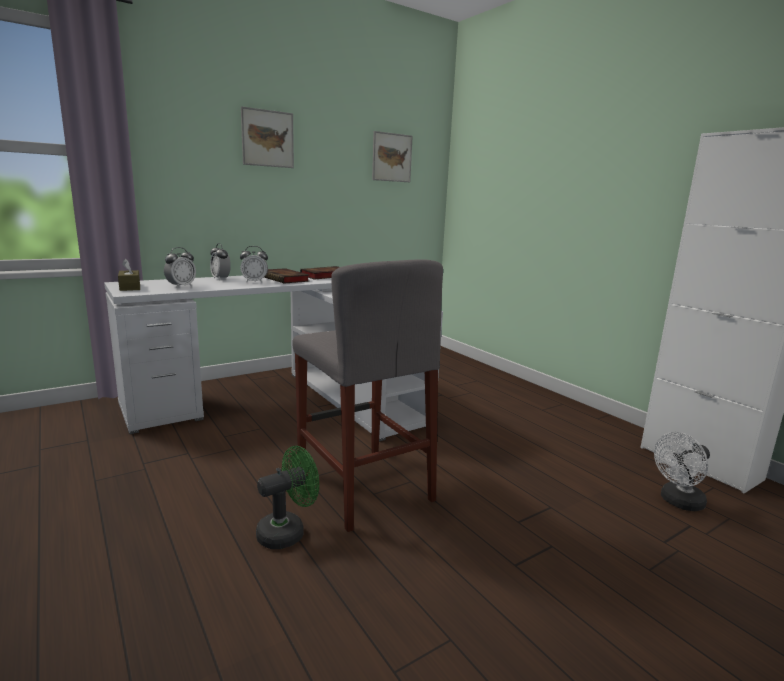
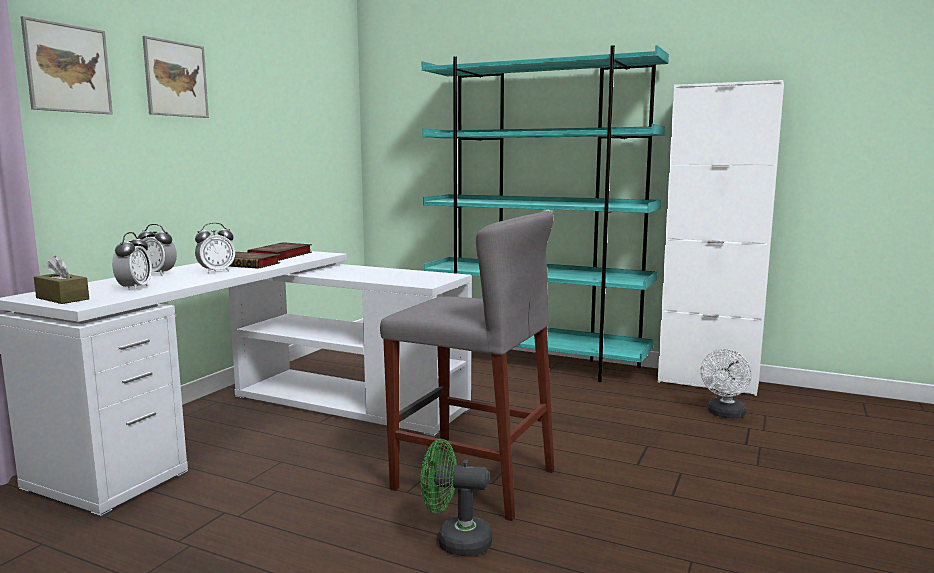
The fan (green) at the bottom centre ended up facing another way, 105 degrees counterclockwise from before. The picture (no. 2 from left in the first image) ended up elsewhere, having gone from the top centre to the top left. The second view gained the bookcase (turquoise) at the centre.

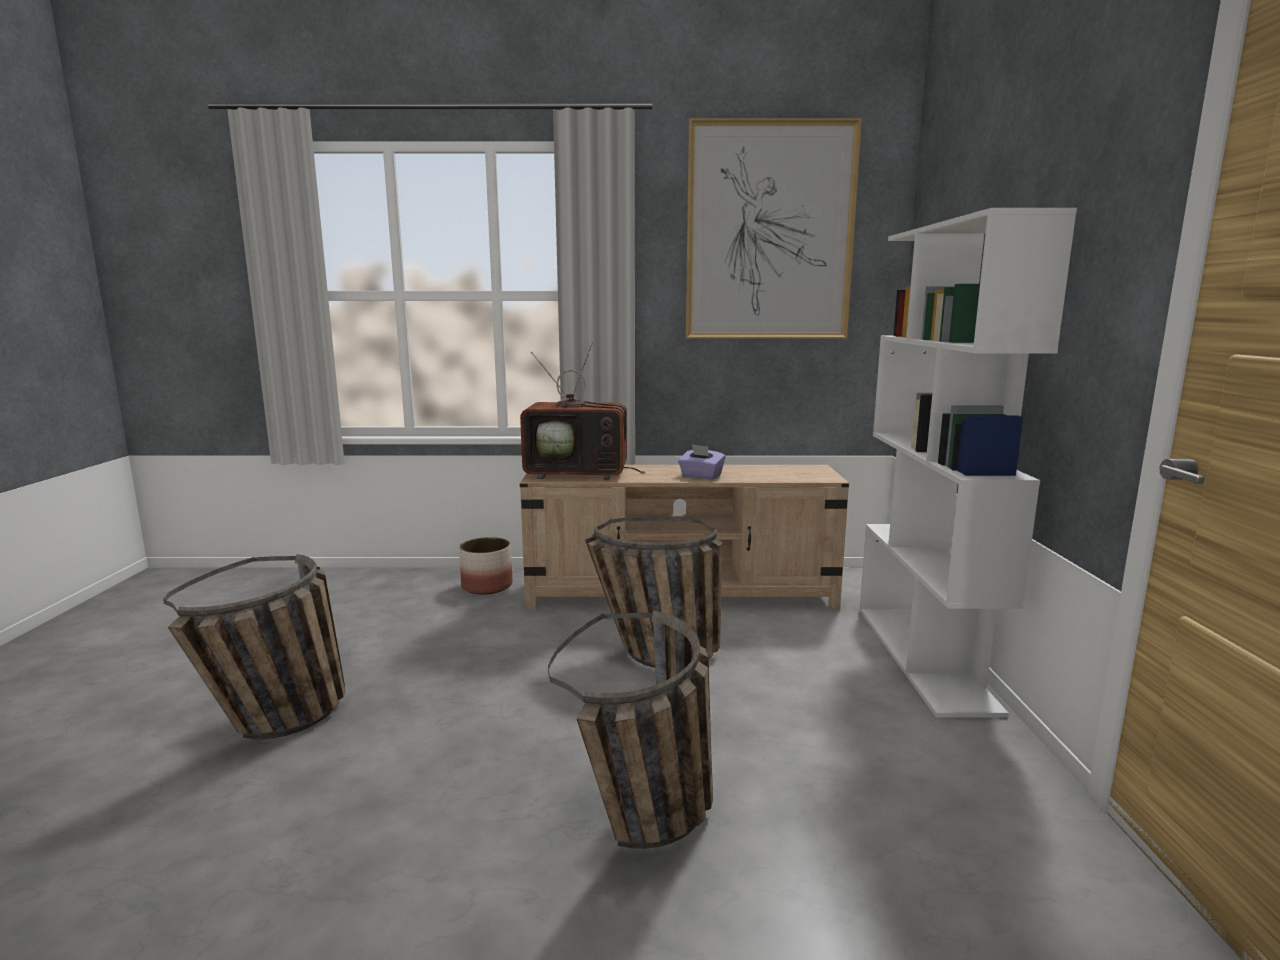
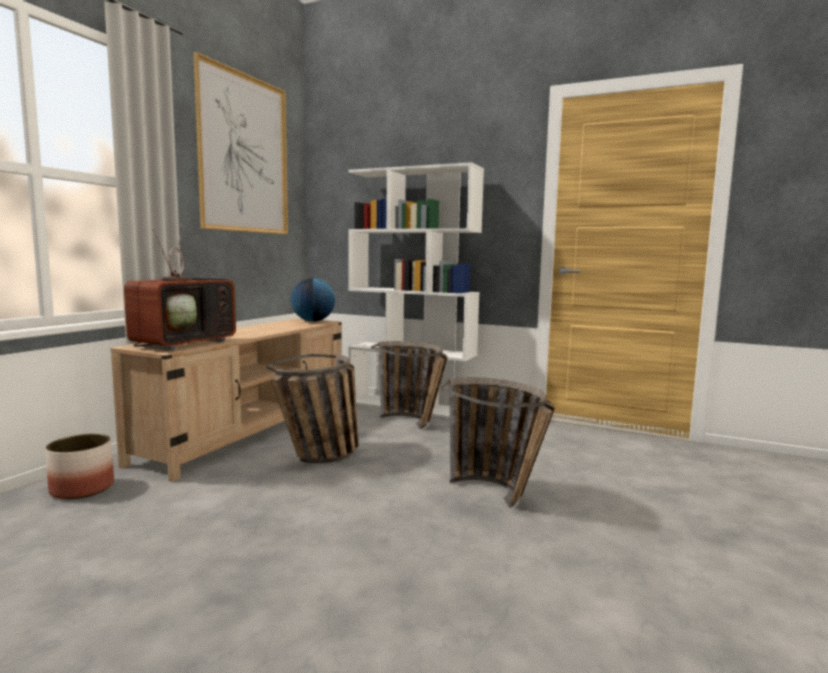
The basket (no. 1 from left in the first image) ended up elsewhere, having gone from the bottom left to the centre. The second view lost the tissue box (purple) at the centre. The second view gained the globe at the centre.

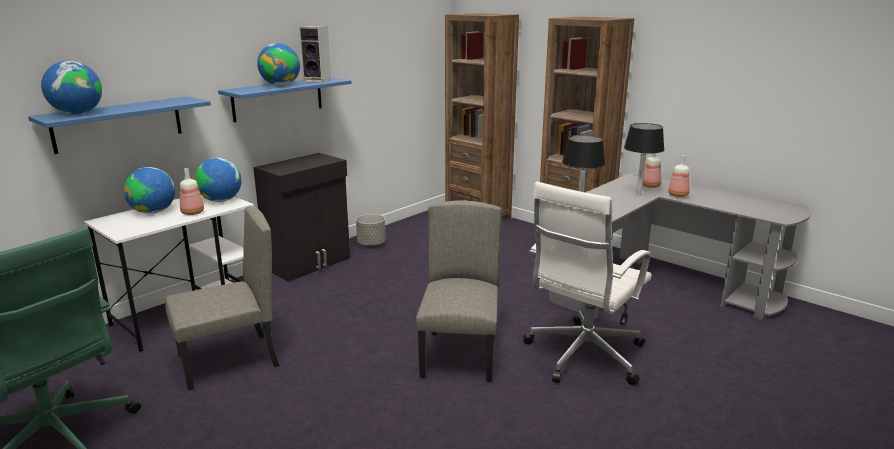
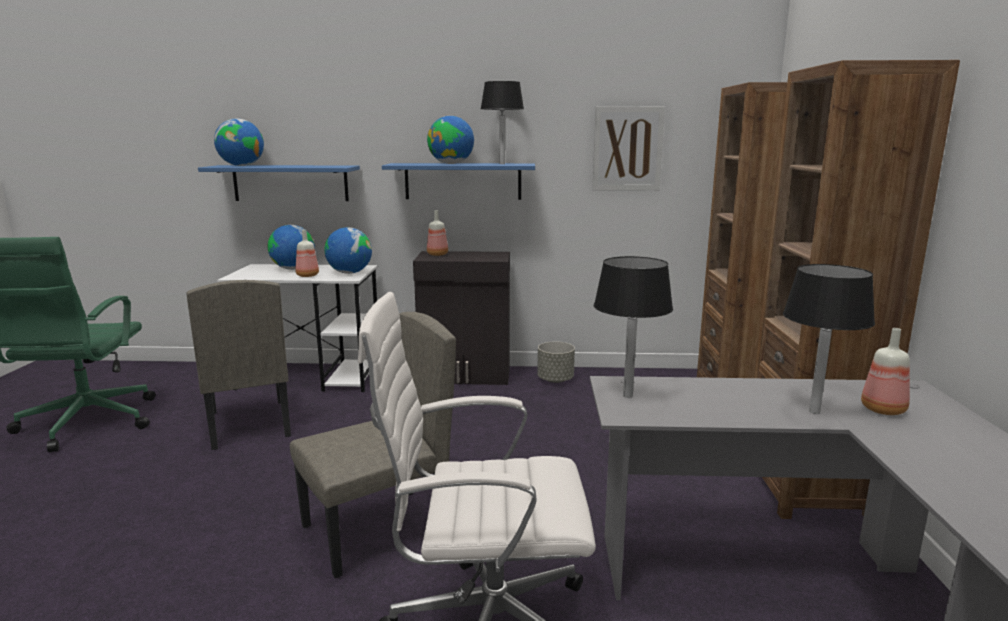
The chair (beige) (no. 1 from left) at the middle left ended up facing another way, 45 degrees clockwise from before. Where the speaker stood at the top centre, the table lamp (black) (no. 1 from left) came to stand at the top centre. The bottle (no. 3 from left in the first image) ended up elsewhere, having gone from the middle right to the centre. The second view gained the picture at the top centre.

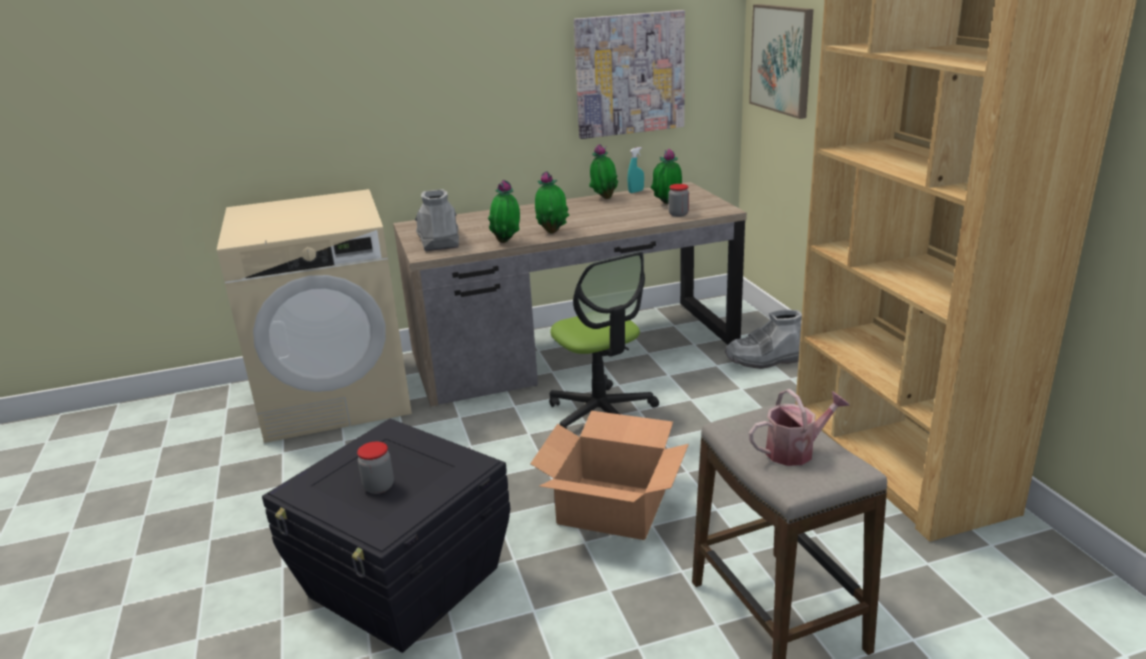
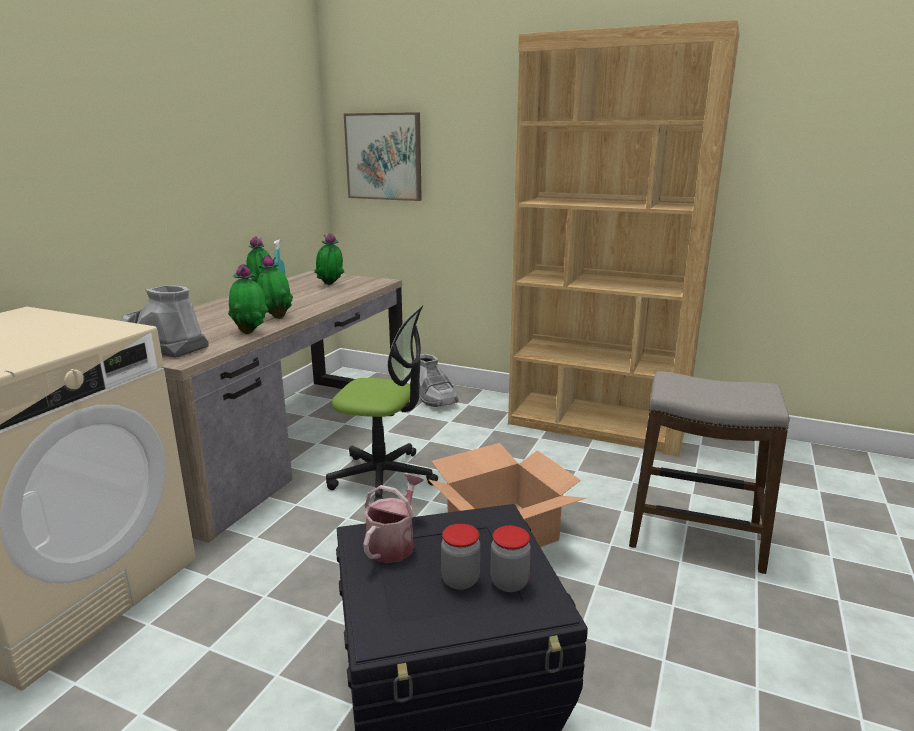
The second view lost the picture (no. 1 from left) at the top centre. The jar (no. 2 from left) ended up elsewhere, having gone from the top centre to the bottom centre. The boot (grey) (no. 2 from left) at the centre ended up facing another way, 60 degrees counterclockwise from before. The watering can ended up elsewhere, having gone from the middle right to the bottom centre.

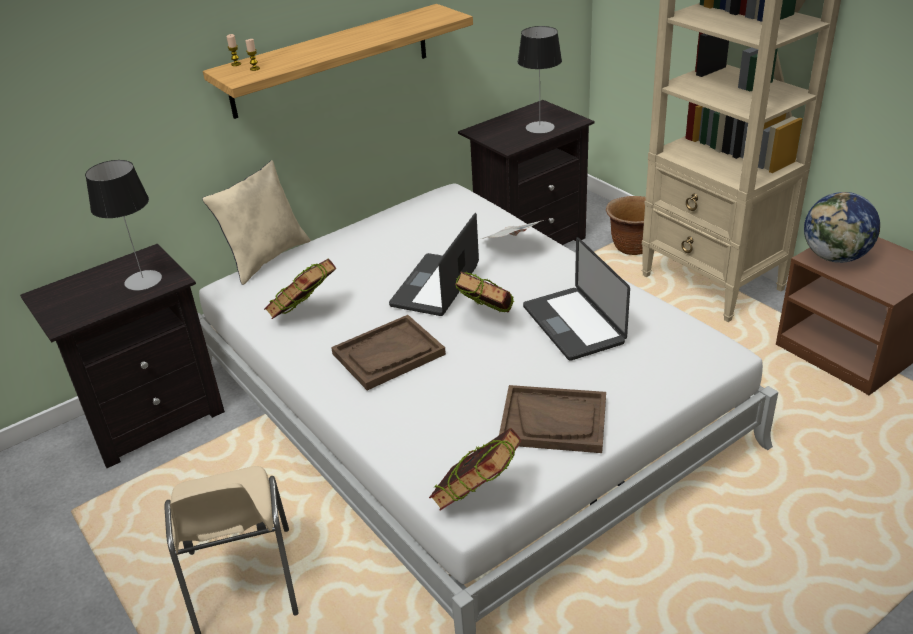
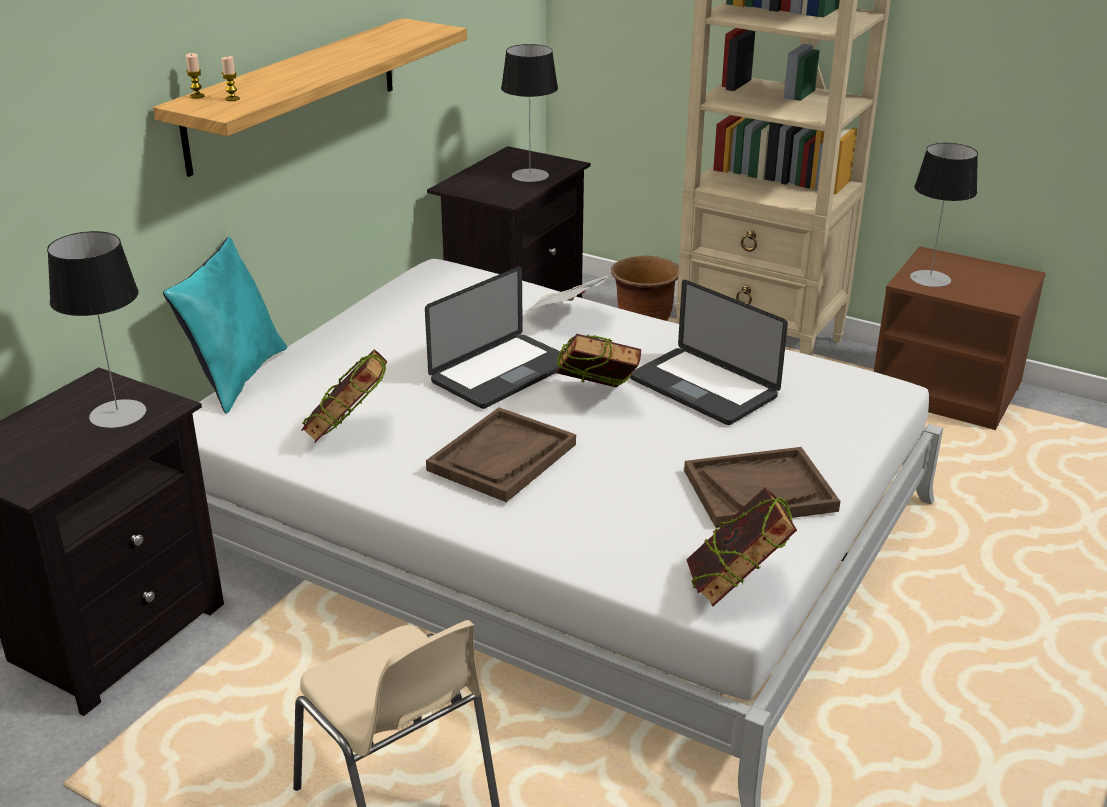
What was the pillow (beige) at the middle left turned into the pillow (turquoise) at the middle left. The laptop (no. 1 from left) at the centre ended up facing another way, 135 degrees counterclockwise from before. Where the globe stood at the middle right, the table lamp (no. 3 from left) came to stand at the top right.

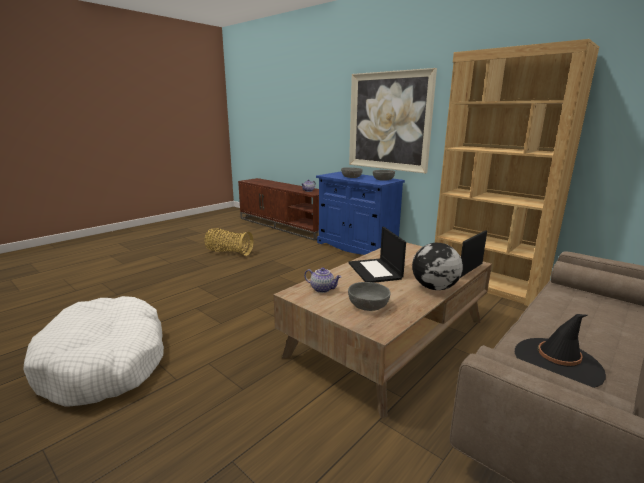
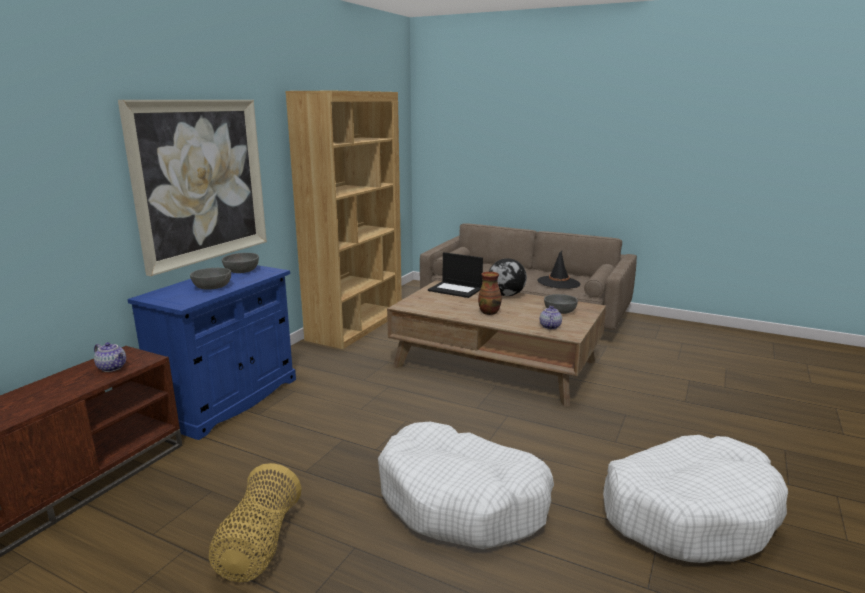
Where the laptop (no. 1 from left) stood at the centre, the vase came to stand at the centre. The second view gained the dog bed (white) (no. 1 from left) at the bottom centre.

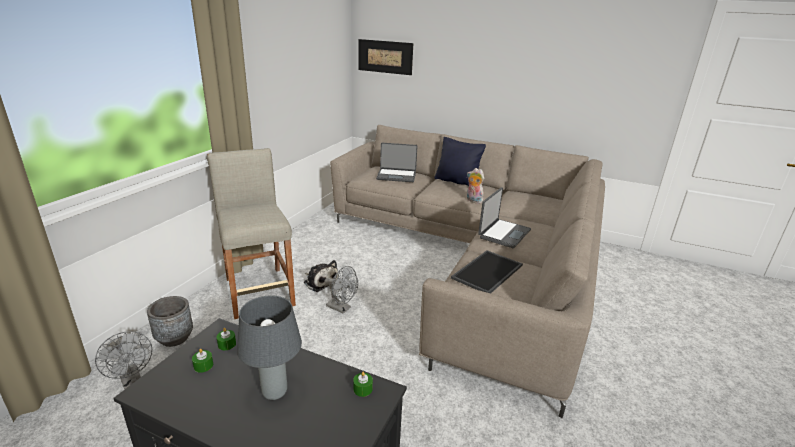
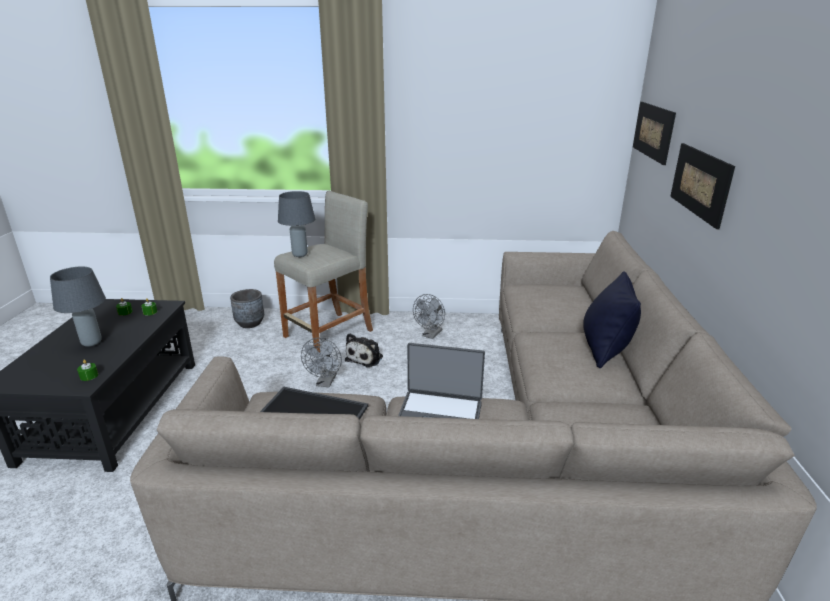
The fan (grey) (no. 1 from left in the first image) ended up elsewhere, having gone from the bottom left to the centre. The second view lost the laptop (no. 1 from left) at the centre. The second view lost the plush toy (no. 2 from left) at the centre. The second view gained the table lamp (grey) (no. 2 from left) at the centre. The second view gained the picture (no. 2 from left) at the top right.

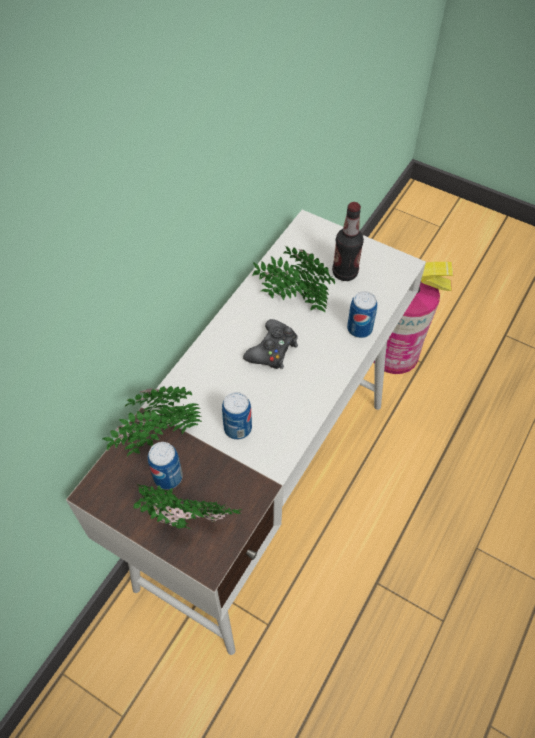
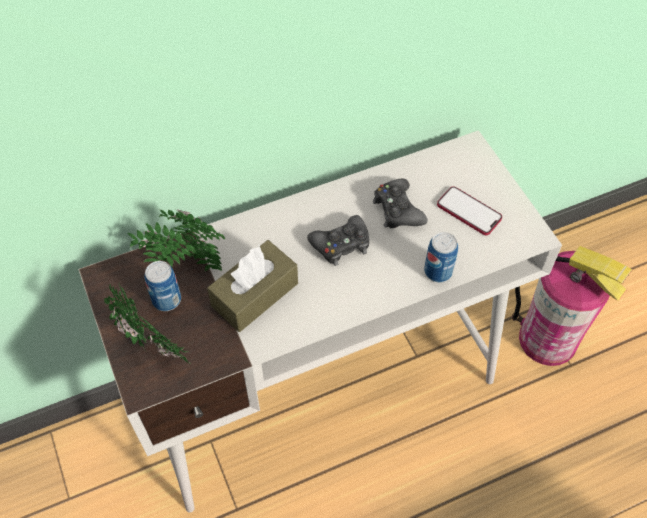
Where the can (no. 2 from left) stood at the centre, the tissue box (brown) came to stand at the centre. Where the potted plant (no. 3 from left) stood at the centre, the game controller (black) (no. 2 from left) came to stand at the centre. Where the bottle stood at the top centre, the phone came to stand at the middle right.

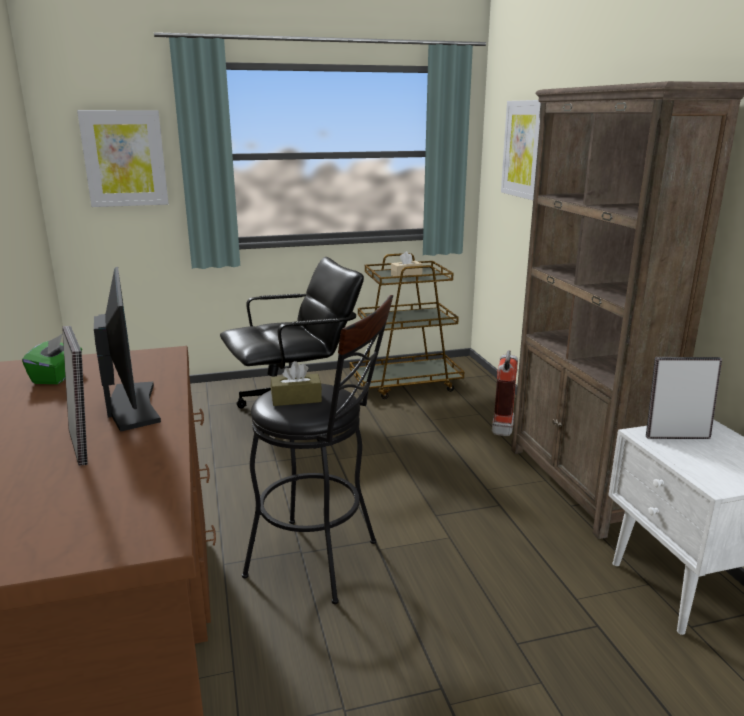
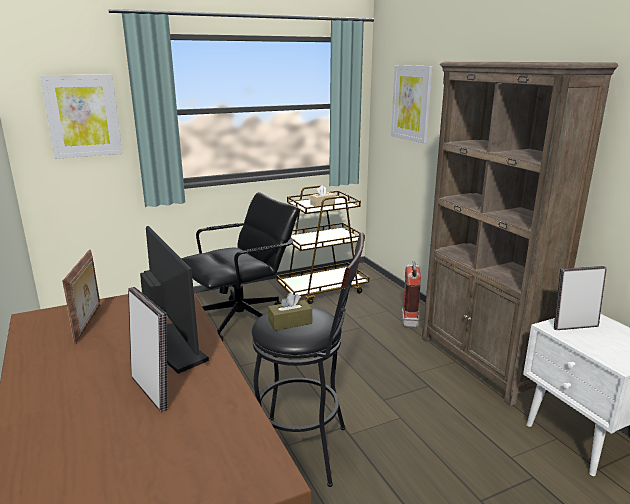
Where the tissue box (green) stood at the middle left, the picture frame (no. 1 from left) came to stand at the middle left.

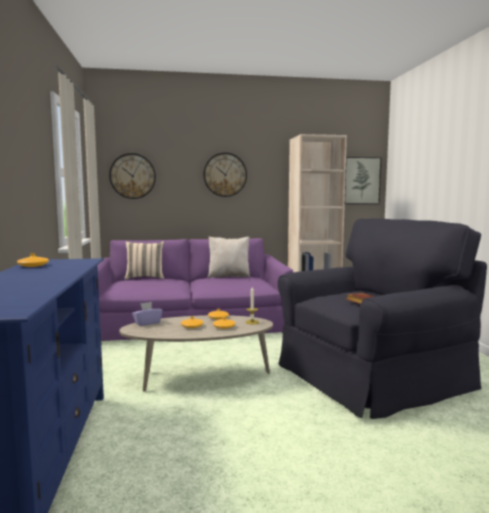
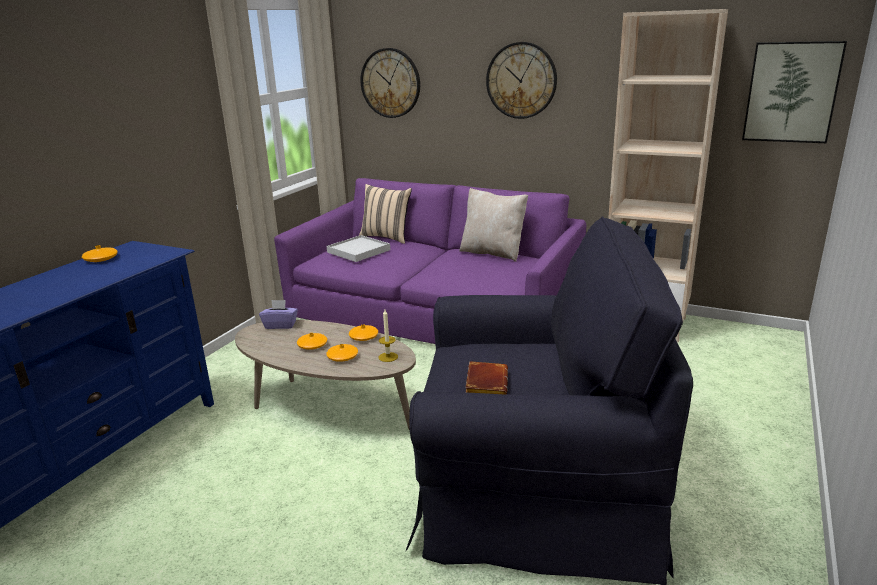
The second view gained the tray (white) at the centre.

